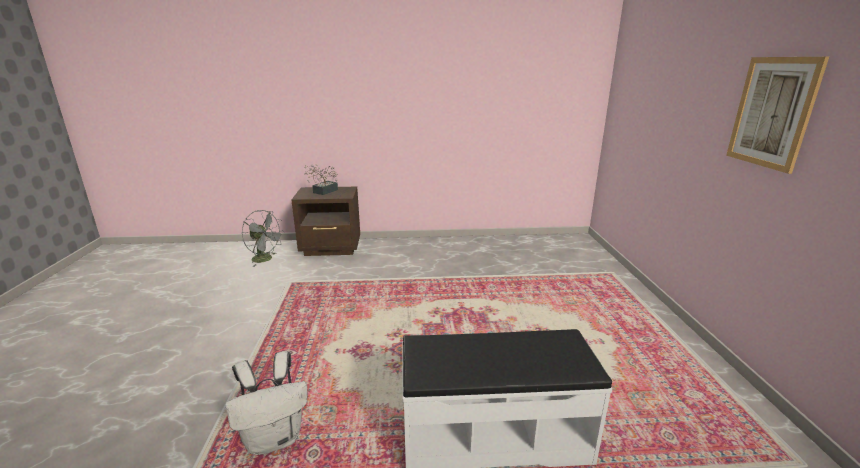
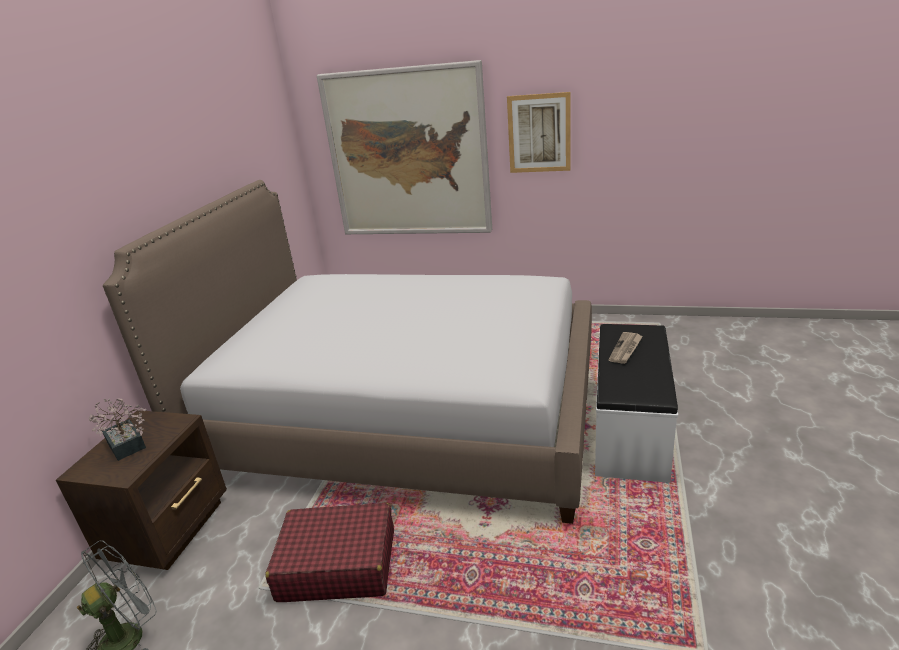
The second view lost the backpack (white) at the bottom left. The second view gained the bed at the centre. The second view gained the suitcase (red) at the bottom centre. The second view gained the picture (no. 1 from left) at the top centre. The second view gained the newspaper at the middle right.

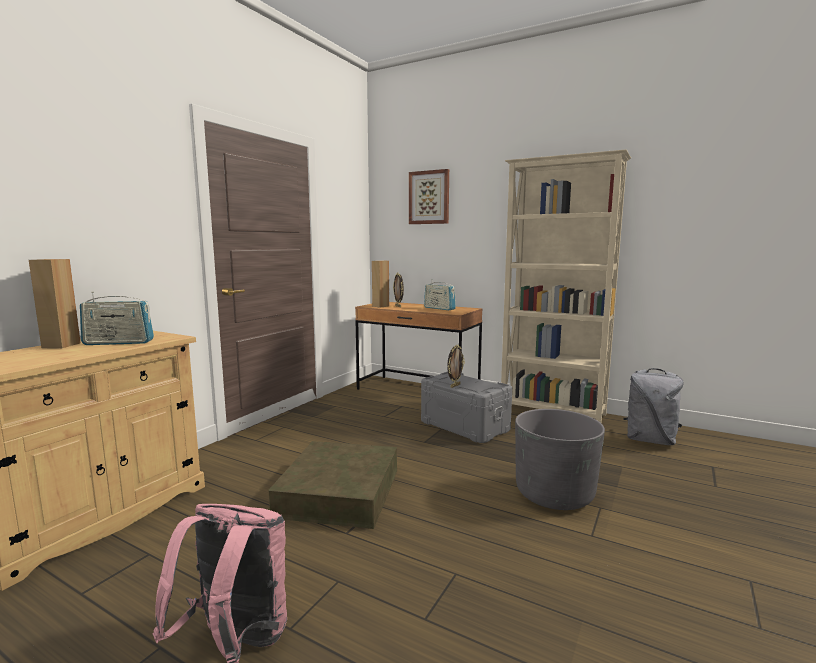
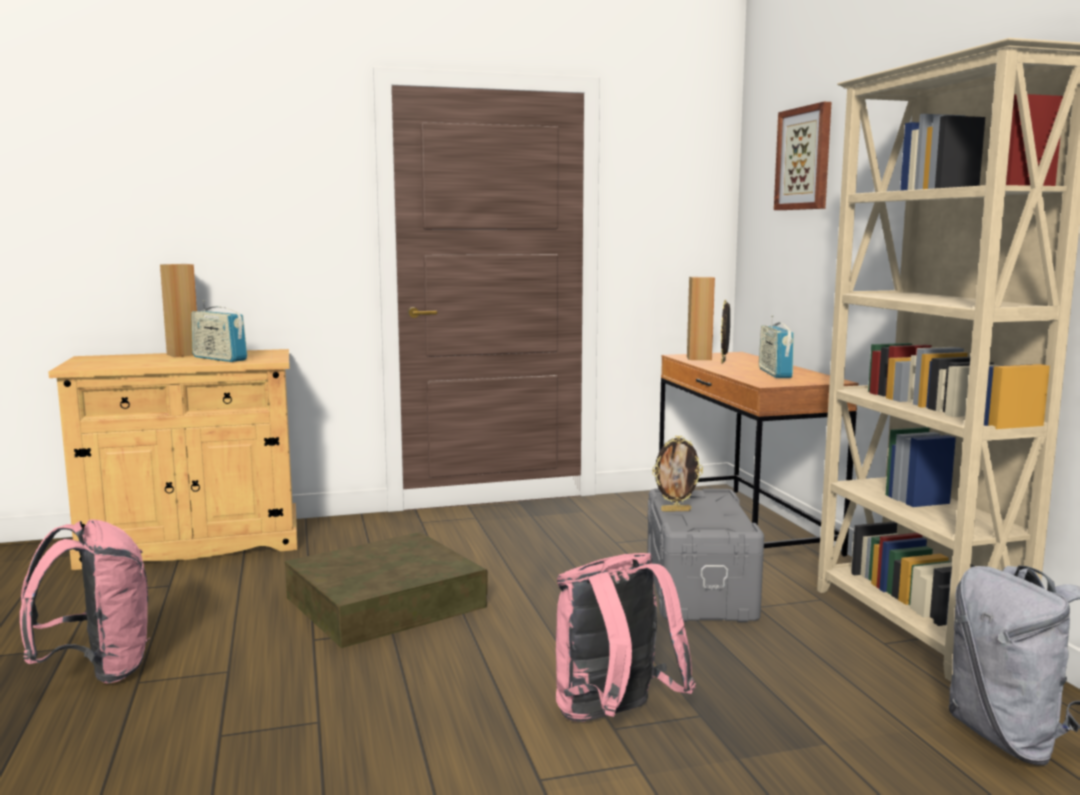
Where the planter (grey) stood at the bottom right, the backpack (pink) (no. 2 from left) came to stand at the bottom centre.

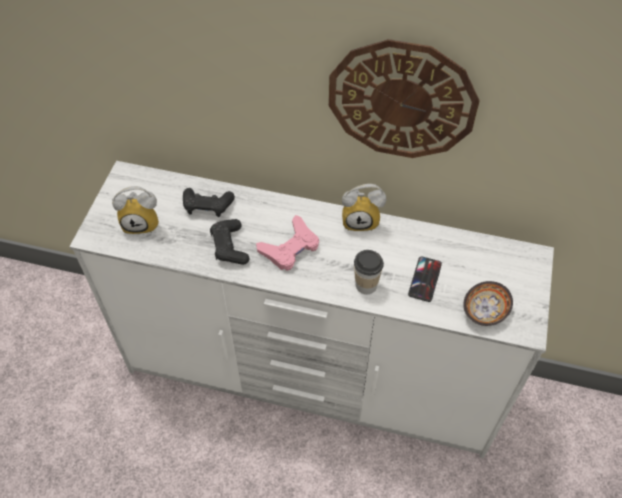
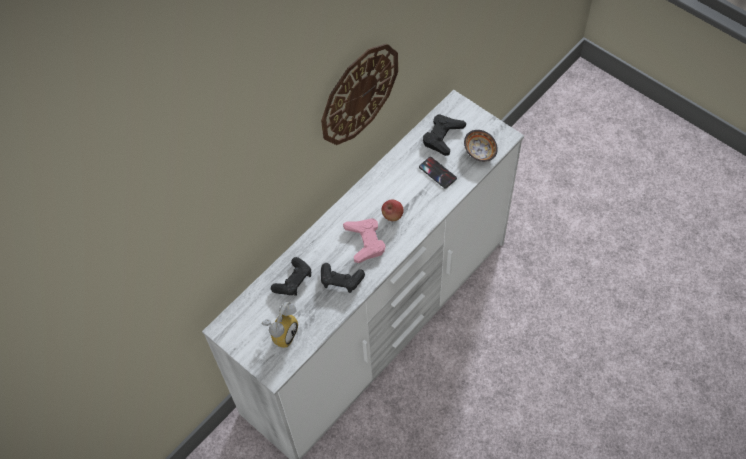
The second view lost the alarm clock (no. 2 from left) at the centre. The second view lost the cup at the centre. The second view gained the apple at the centre. The second view gained the game controller (black) (no. 3 from left) at the top centre.

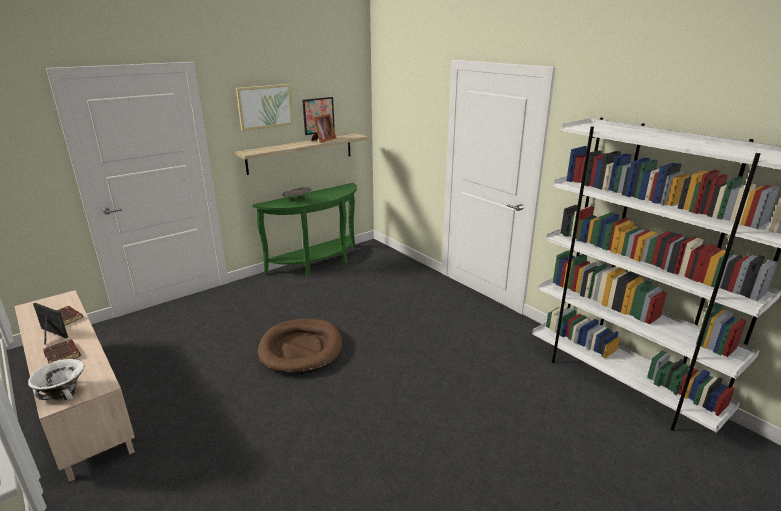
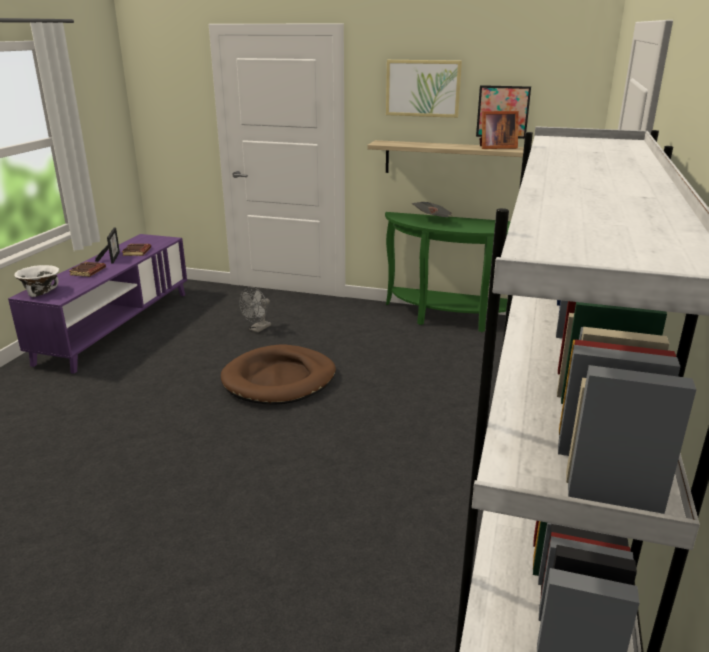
What was the tv stand (beige) at the bottom left turned into the tv stand (purple) at the middle left. The second view gained the fan (grey) at the centre.

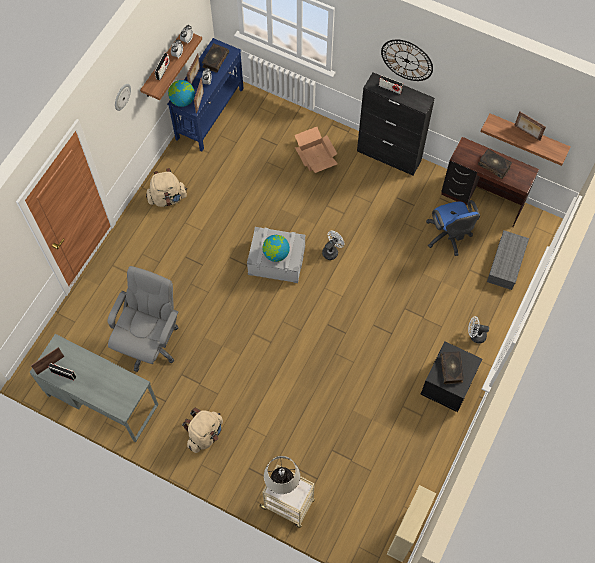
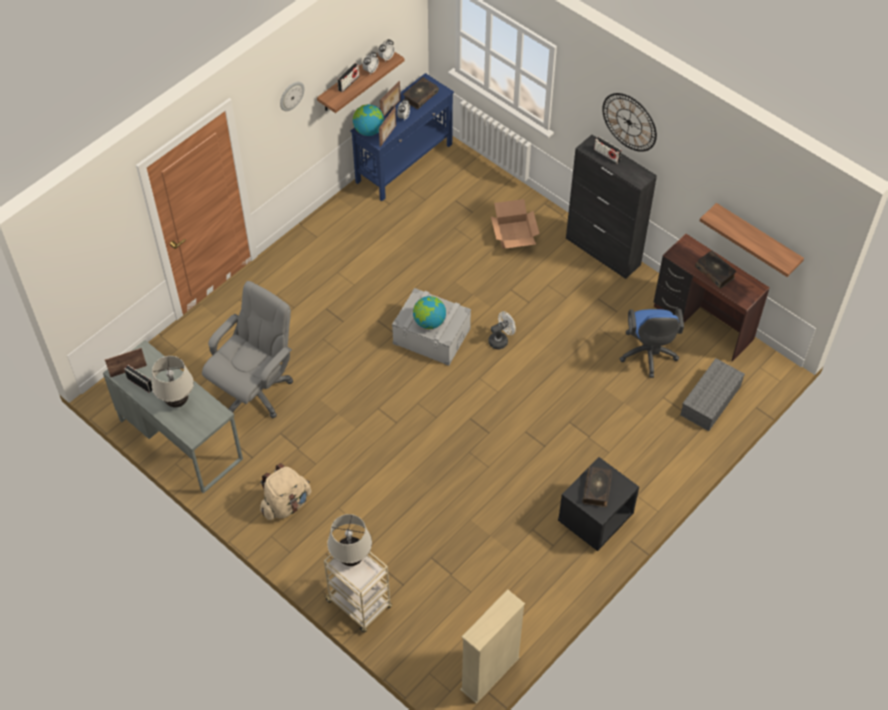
The second view lost the backpack (beige) (no. 1 from left) at the top left. The second view lost the fan (white) (no. 2 from left) at the middle right. The second view lost the picture frame (no. 4 from left) at the top right. The second view gained the table lamp (beige) (no. 1 from left) at the middle left.

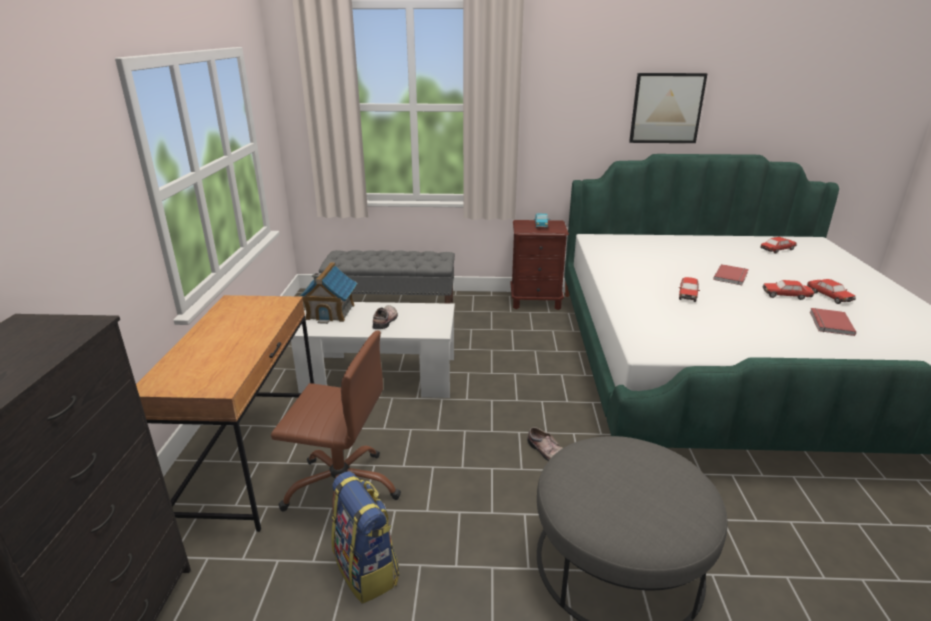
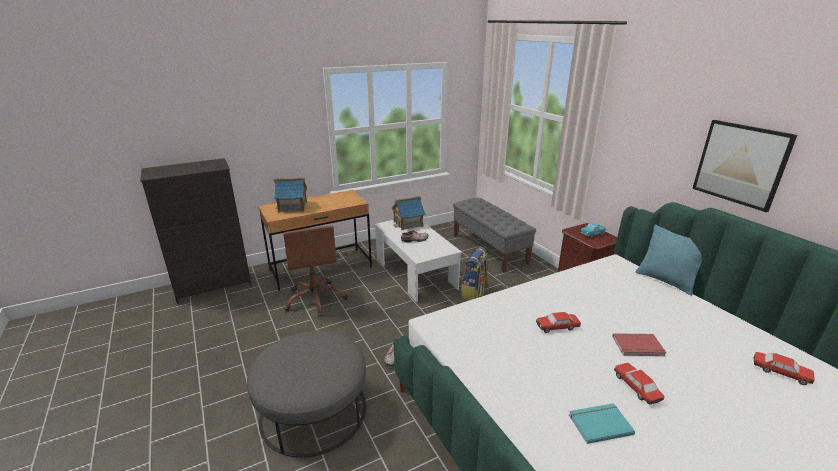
The backpack ended up elsewhere, having gone from the bottom centre to the centre. The second view lost the toy car (no. 4 from left) at the middle right. What was the book (red) (no. 2 from left) at the middle right turned into the book (turquoise) at the bottom right. The second view gained the toy house (no. 1 from left) at the centre. The second view gained the pillow (turquoise) at the middle right.

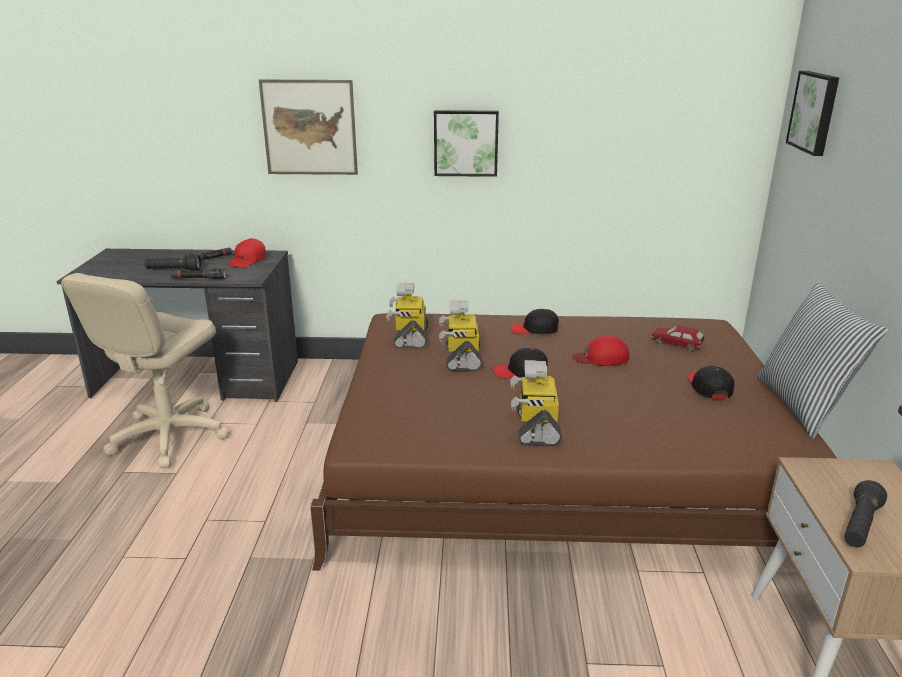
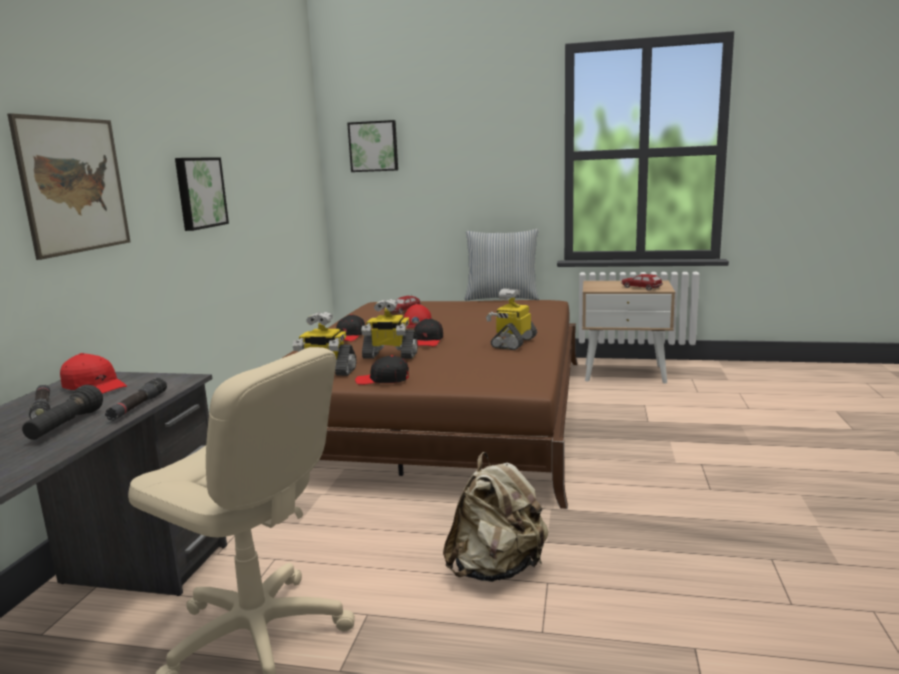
The toy robot (no. 3 from left) at the centre ended up facing another way, 105 degrees clockwise from before. The cap (black) (no. 3 from left in the first image) ended up elsewhere, having gone from the middle right to the centre. Where the flashlight (black) (no. 4 from left) stood at the bottom right, the toy car (no. 2 from left) came to stand at the middle right. The second view gained the backpack (beige) at the bottom centre.

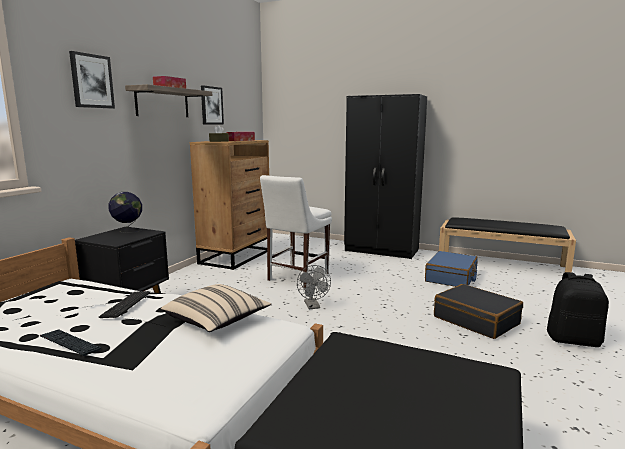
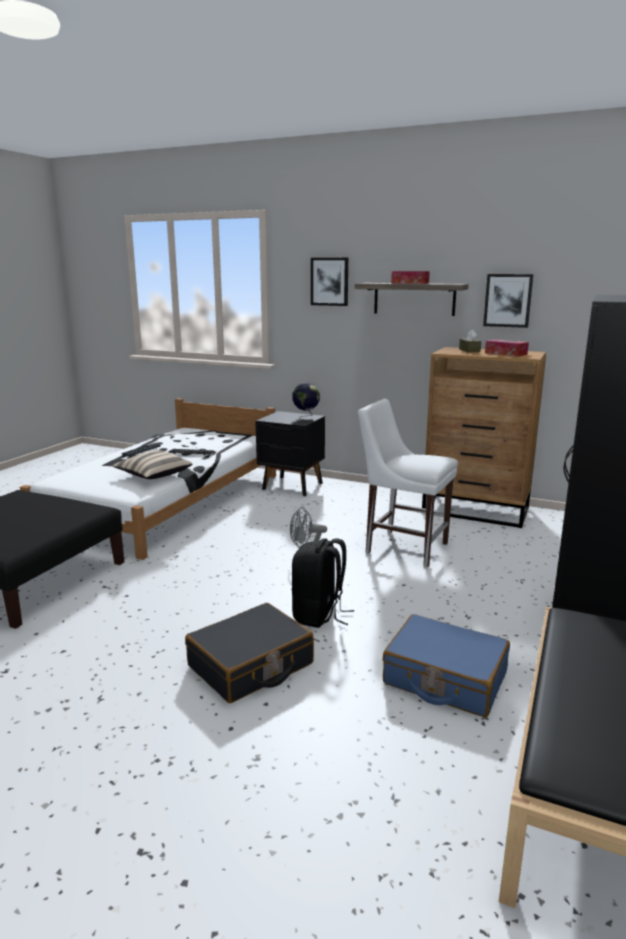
The backpack (black) ended up elsewhere, having gone from the bottom right to the centre.

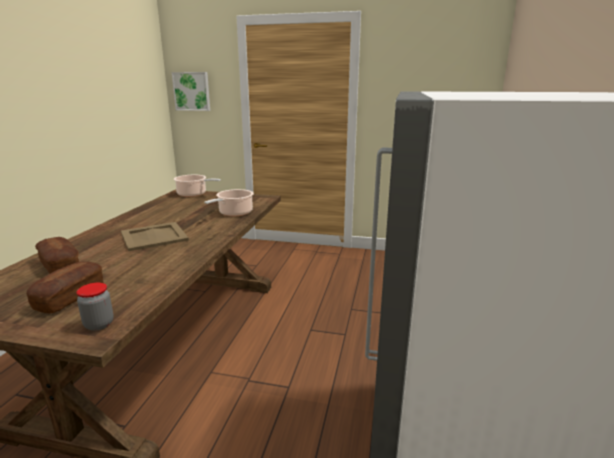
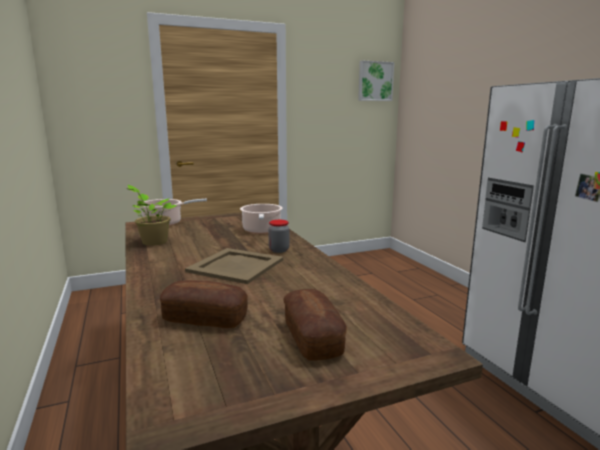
The jar ended up elsewhere, having gone from the bottom left to the centre. The picture ended up elsewhere, having gone from the top left to the top centre. The second view gained the potted plant at the middle left.

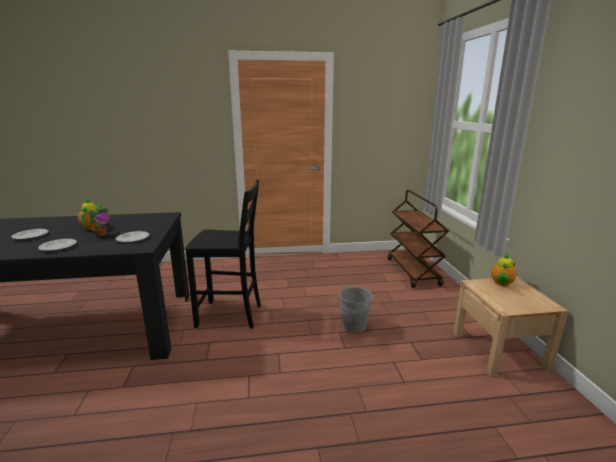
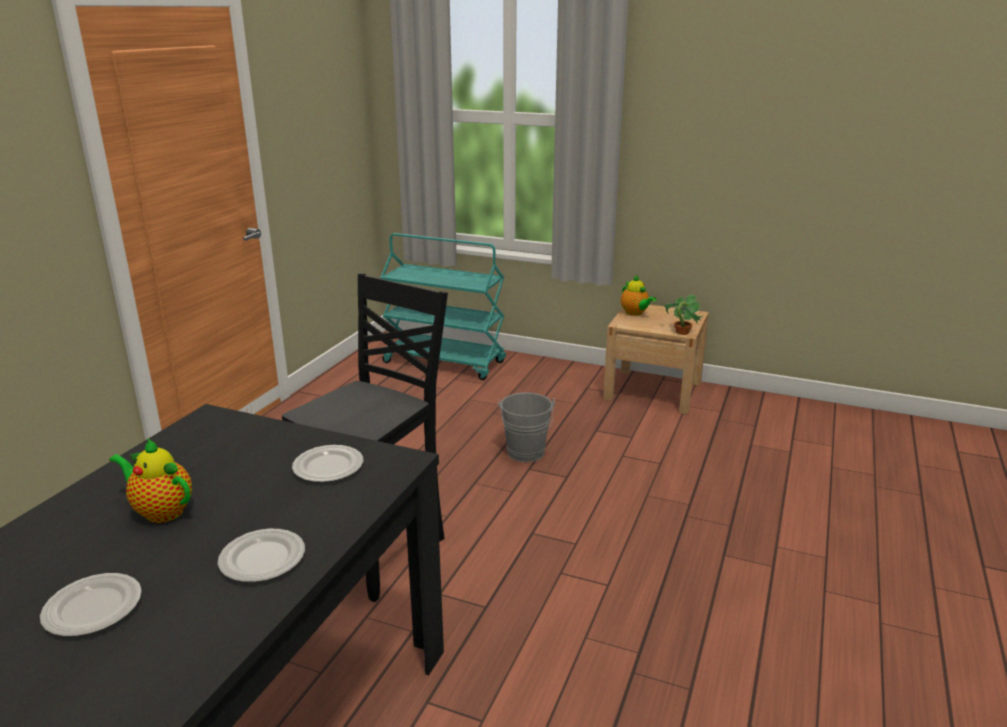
The potted plant ended up elsewhere, having gone from the middle left to the middle right. What was the cart (brown) at the middle right turned into the cart (turquoise) at the centre.

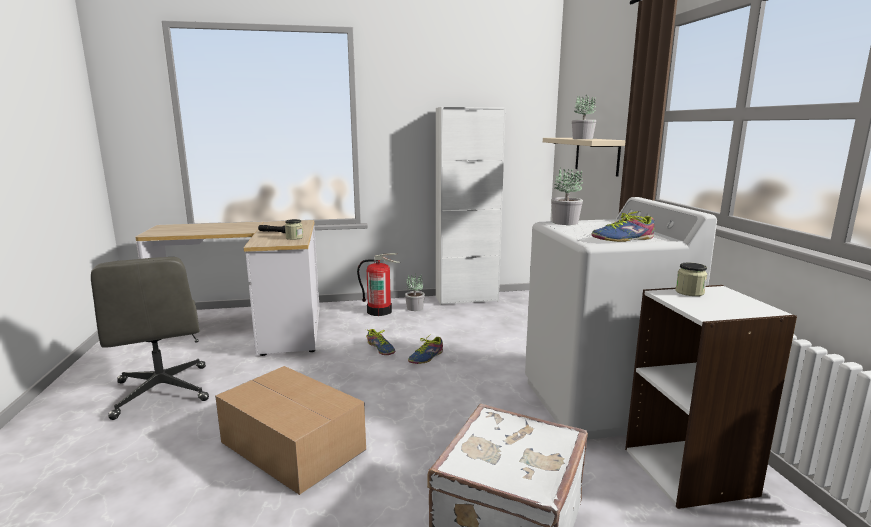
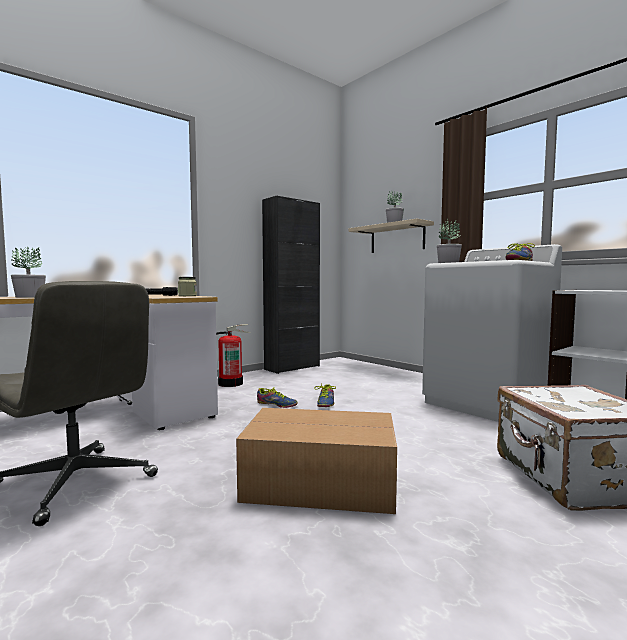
The potted plant (no. 1 from left) ended up elsewhere, having gone from the centre to the middle left. What was the cabinet (white) at the centre turned into the cabinet (black) at the centre. The second view lost the jar (no. 2 from left) at the middle right.

